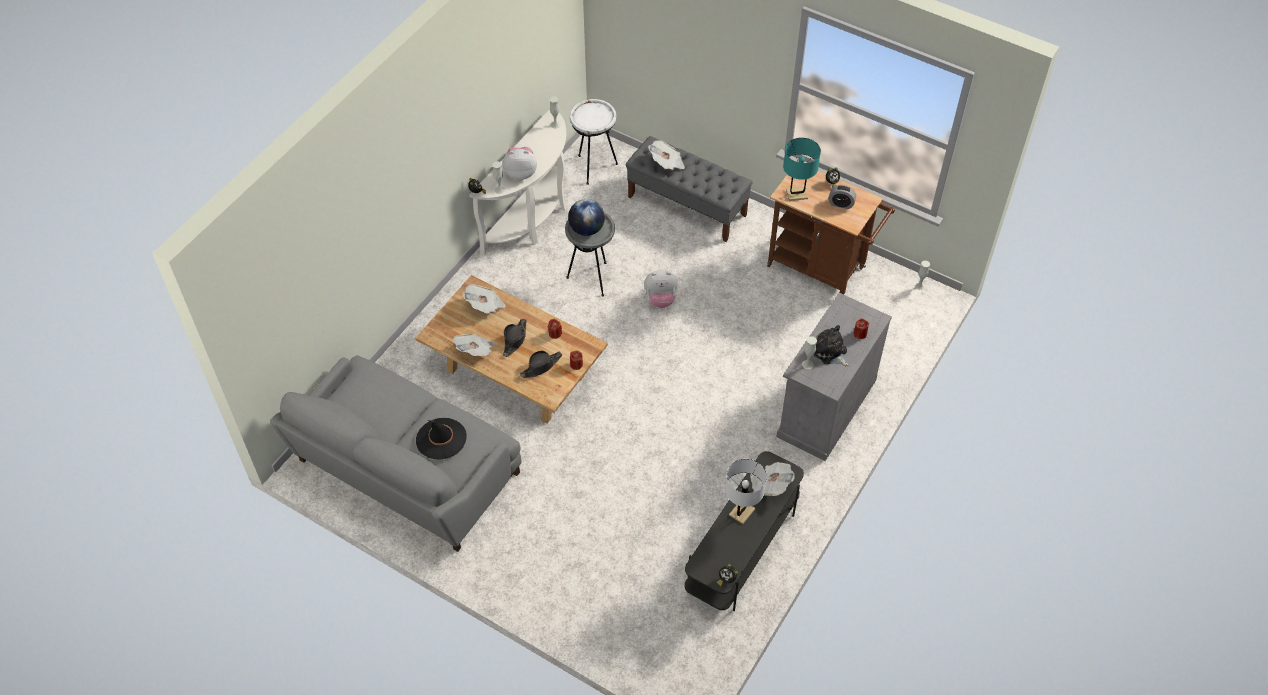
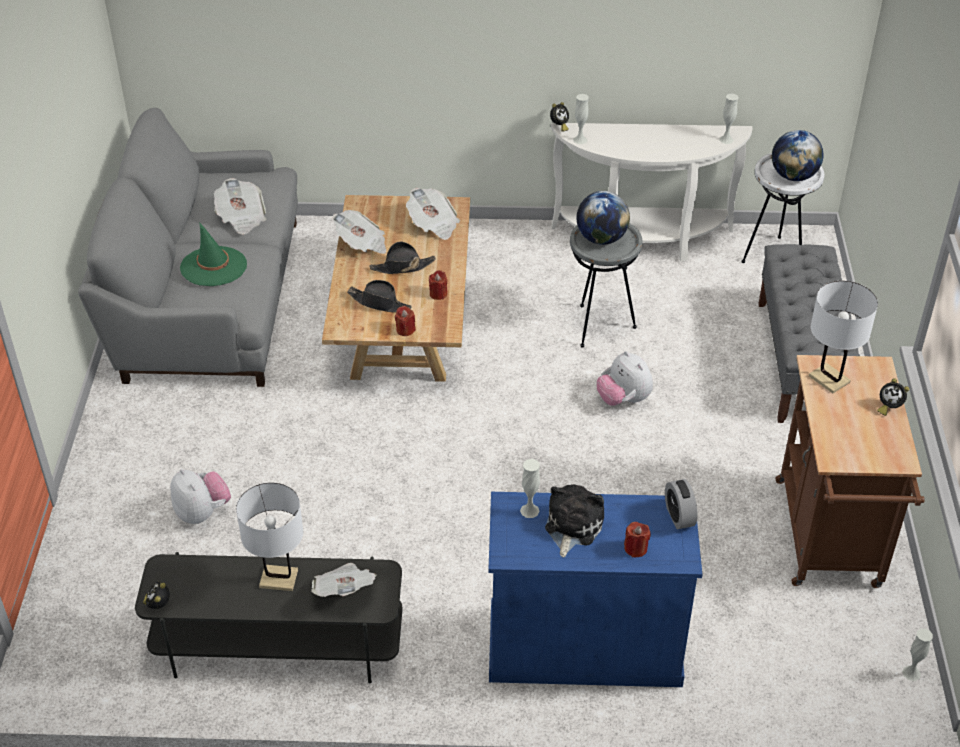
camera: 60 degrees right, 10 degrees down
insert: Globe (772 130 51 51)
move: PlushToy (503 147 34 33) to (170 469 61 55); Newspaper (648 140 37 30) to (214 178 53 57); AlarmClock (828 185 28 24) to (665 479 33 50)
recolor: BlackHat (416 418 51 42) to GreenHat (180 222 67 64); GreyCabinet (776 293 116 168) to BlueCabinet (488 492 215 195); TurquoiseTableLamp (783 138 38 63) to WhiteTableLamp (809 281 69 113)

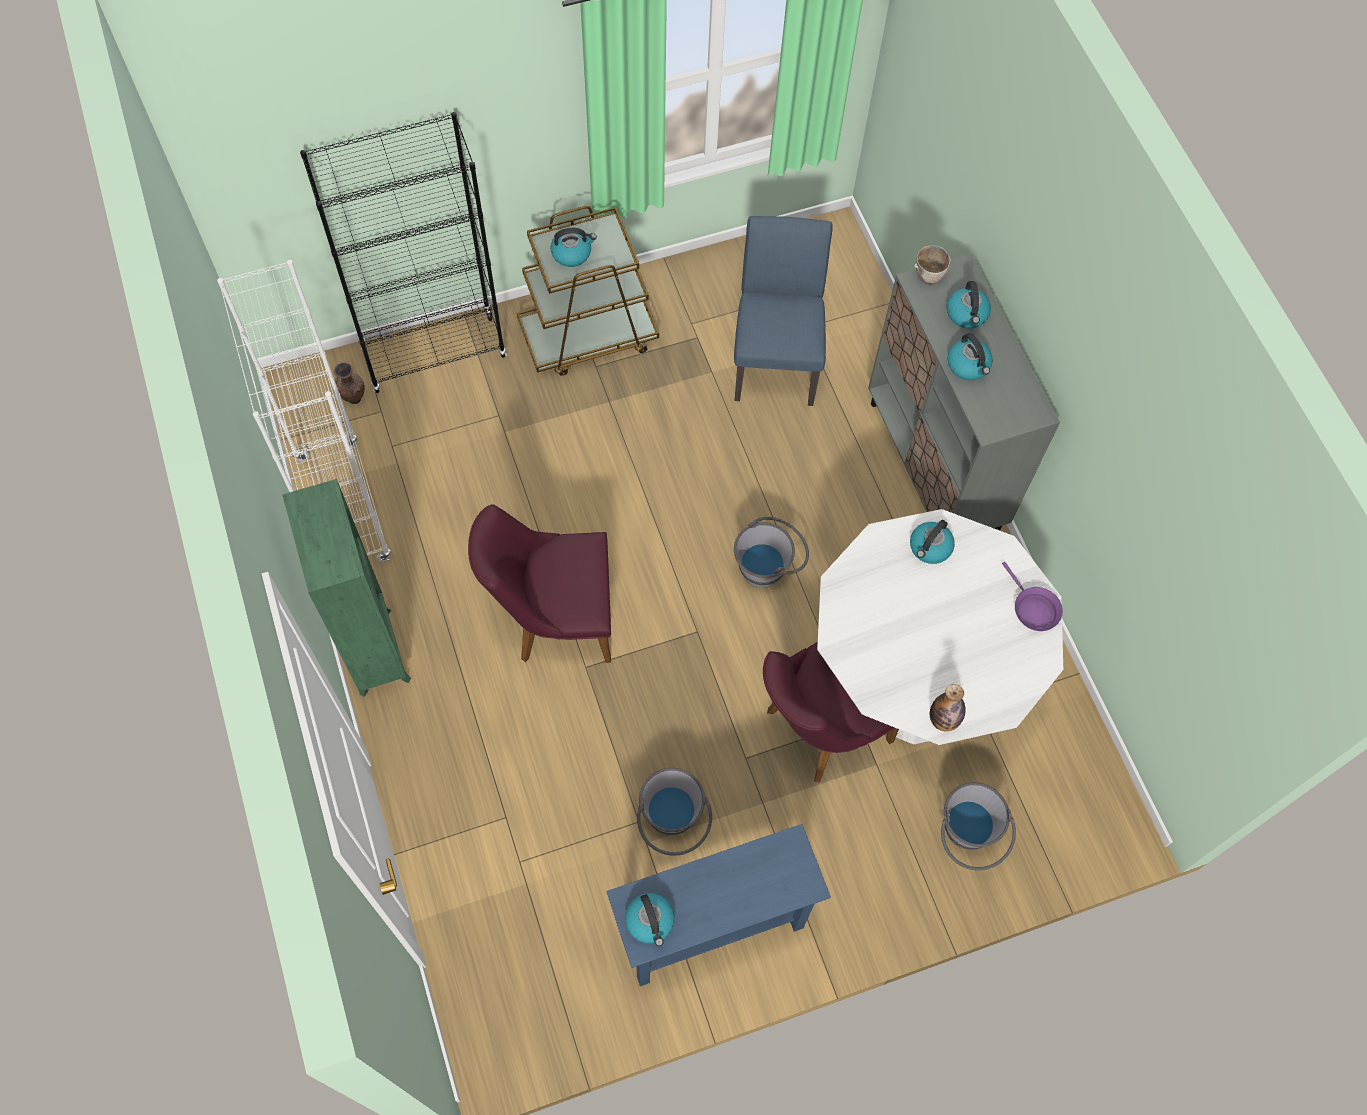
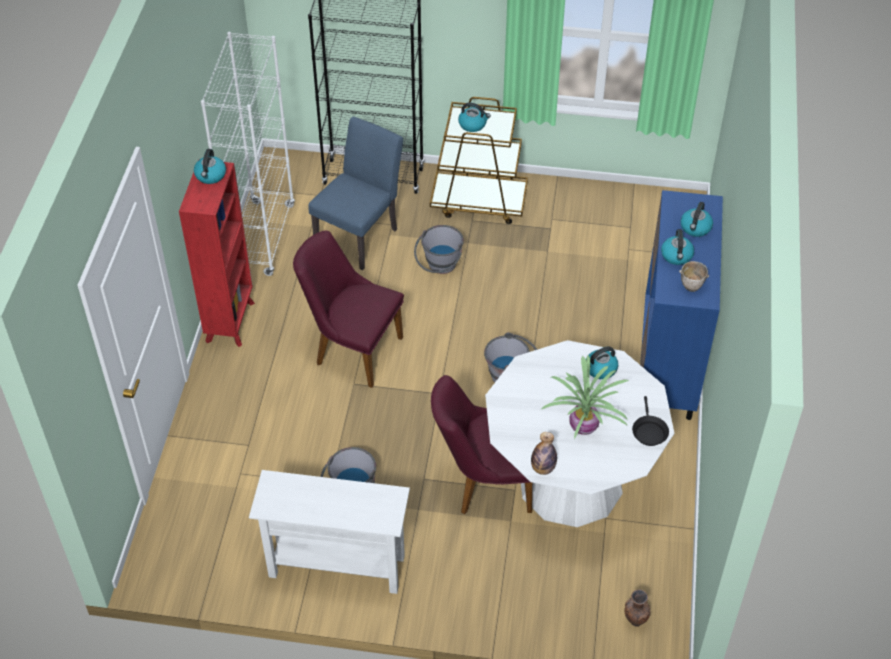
camera: 30 degrees right, 15 degrees down
insert: PottedPlant (542 355 87 84)
move: BrownVase (334 362 31 42) to (625 589 25 38); Kettle (625 893 50 53) to (194 149 32 35); BlueChair (734 216 99 190) to (308 117 95 153); Bowl (914 245 38 40) to (679 261 30 31); GreyBucket (941 782 75 88) to (414 225 50 49)
recolor: GreenBookcase (282 479 129 218) to RedBookcase (179 159 76 188); BlueConsoleTable (606 824 225 162) to WhiteConsoleTable (249 470 161 124); GreyCabinet (868 253 192 278) to BlueCabinet (640 190 83 230); PurpleFryingPan (1002 562 61 69) to BlackFryingPan (632 396 37 50)

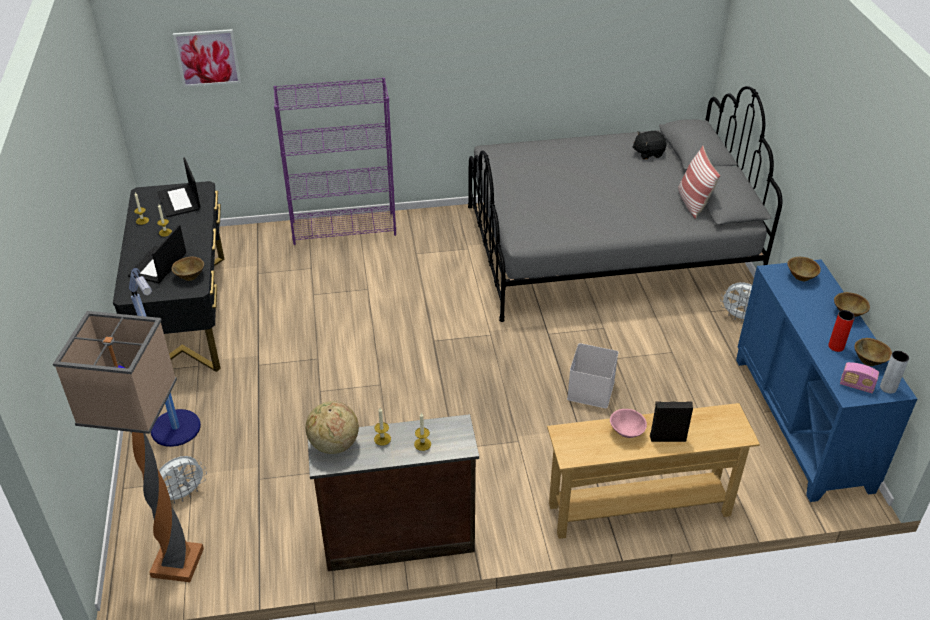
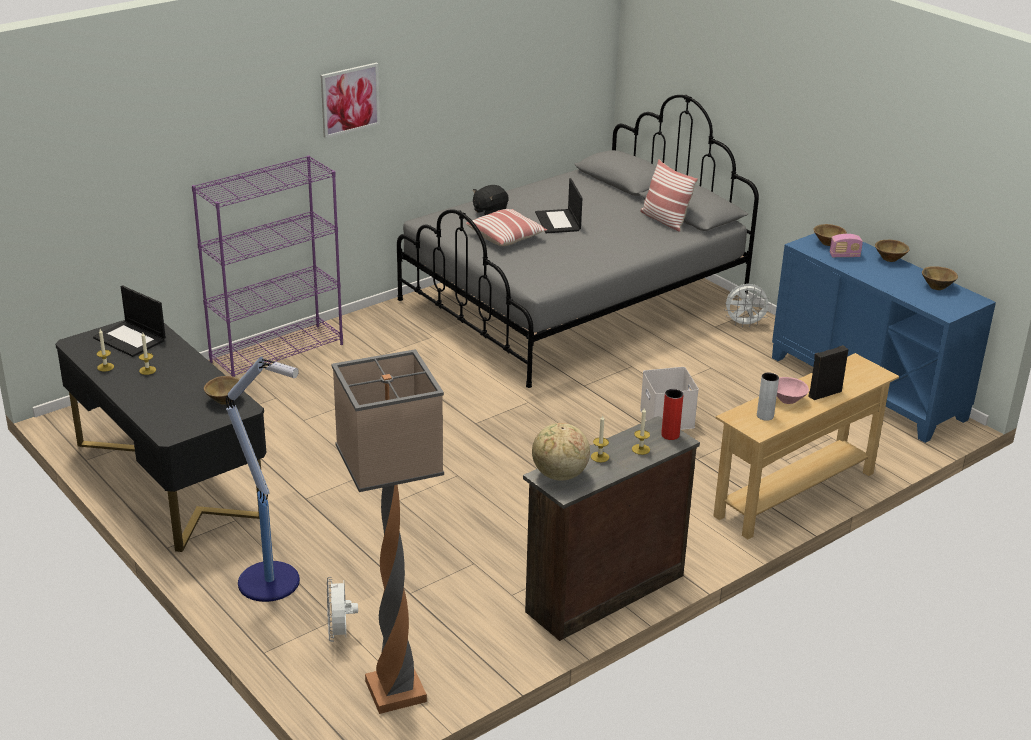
camera: 30 degrees left, 10 degrees down
insert: Pillow (466 209 81 37)
move: Laptop (128 225 58 58) to (535 178 48 55); Picture (173 29 68 58) to (321 63 59 75); BlackPlushToy (633 131 34 28) to (473 185 36 30); RedVase (828 310 27 42) to (661 389 23 51); Radio (840 362 39 31) to (830 234 33 23); GreyVase (880 351 29 42) to (757 372 22 49)
rotate: WhiteFan (159 456 48 48) = (327 577 31 65) 150 degrees clockwise

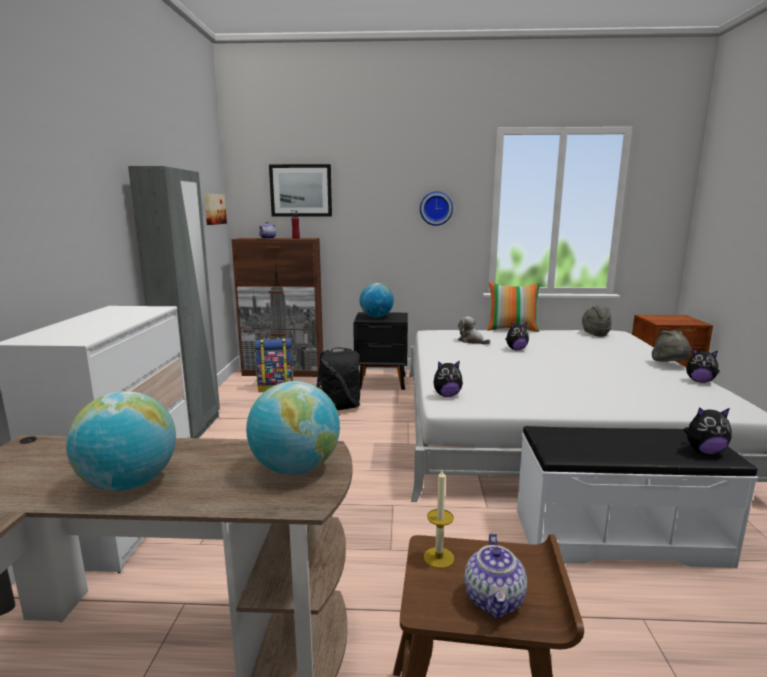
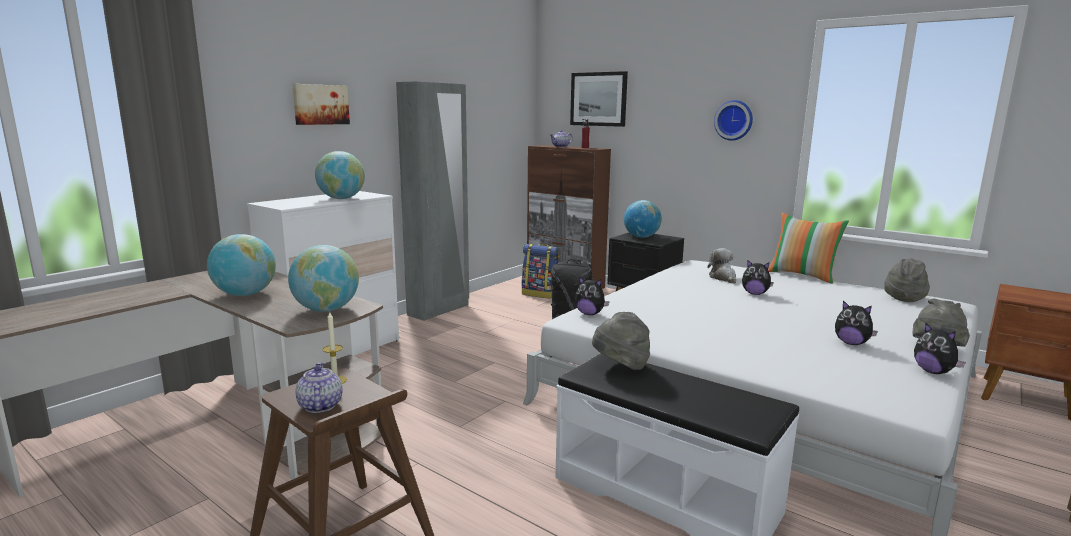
camera: 35 degrees right, 0 degrees up
insert: Globe (315 151 50 48); GreyHat (592 312 58 58)
move: Picture (204 194 23 31) to (292 84 58 41); PlushToy (683 407 48 48) to (835 301 43 44)
rotate: Teapot (464 533 63 86) = (295 363 48 50) 120 degrees clockwise

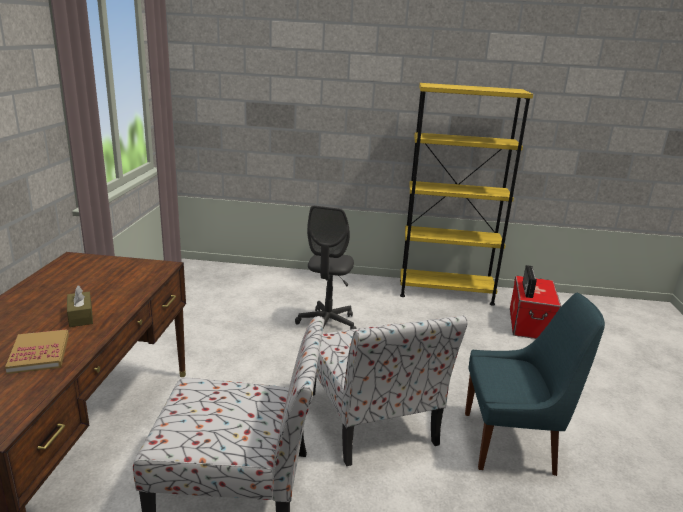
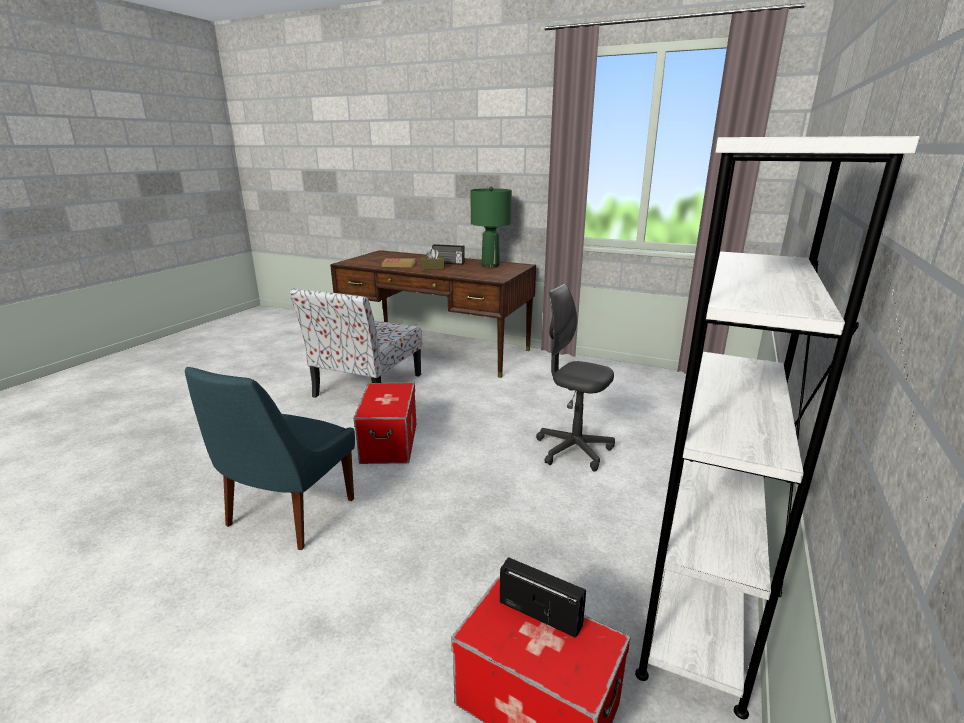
camera: 110 degrees right, 0 degrees up
insert: Radio (432 244 33 21); GreenTableLamp (470 187 42 80)
replace: Chair (313 316 155 150) to StorageBox (354 383 62 81)
recolor: YellowBookcase (400 83 133 223) to WhiteBookcase (635 136 284 583)

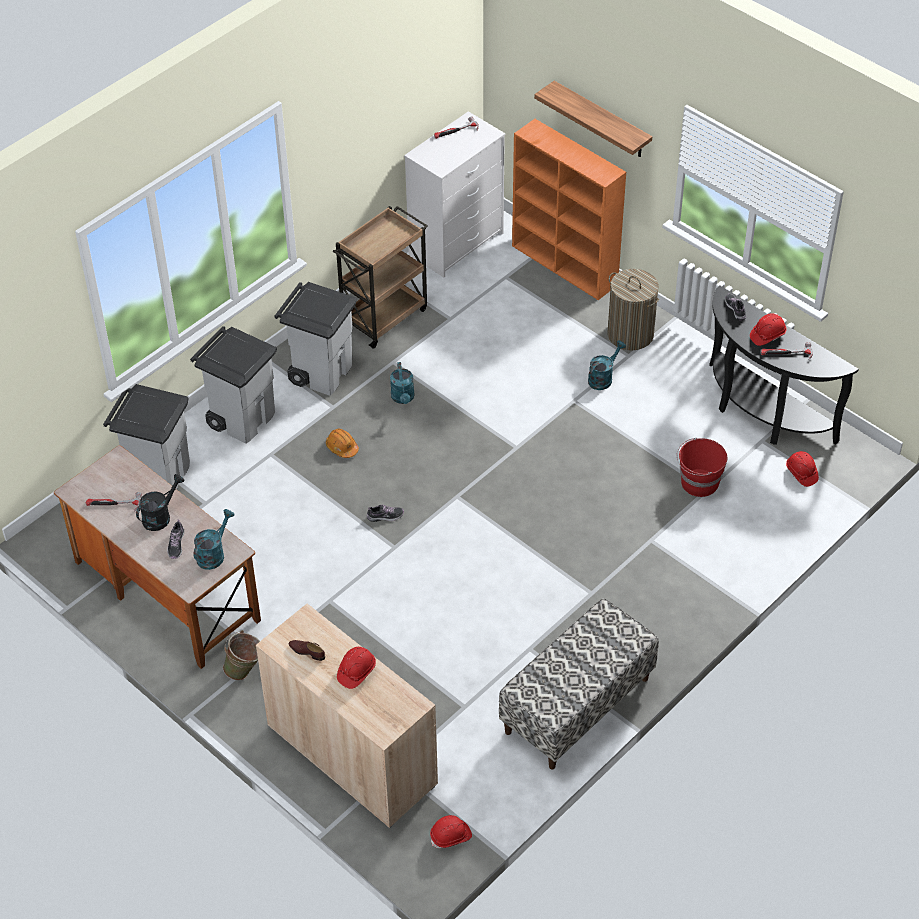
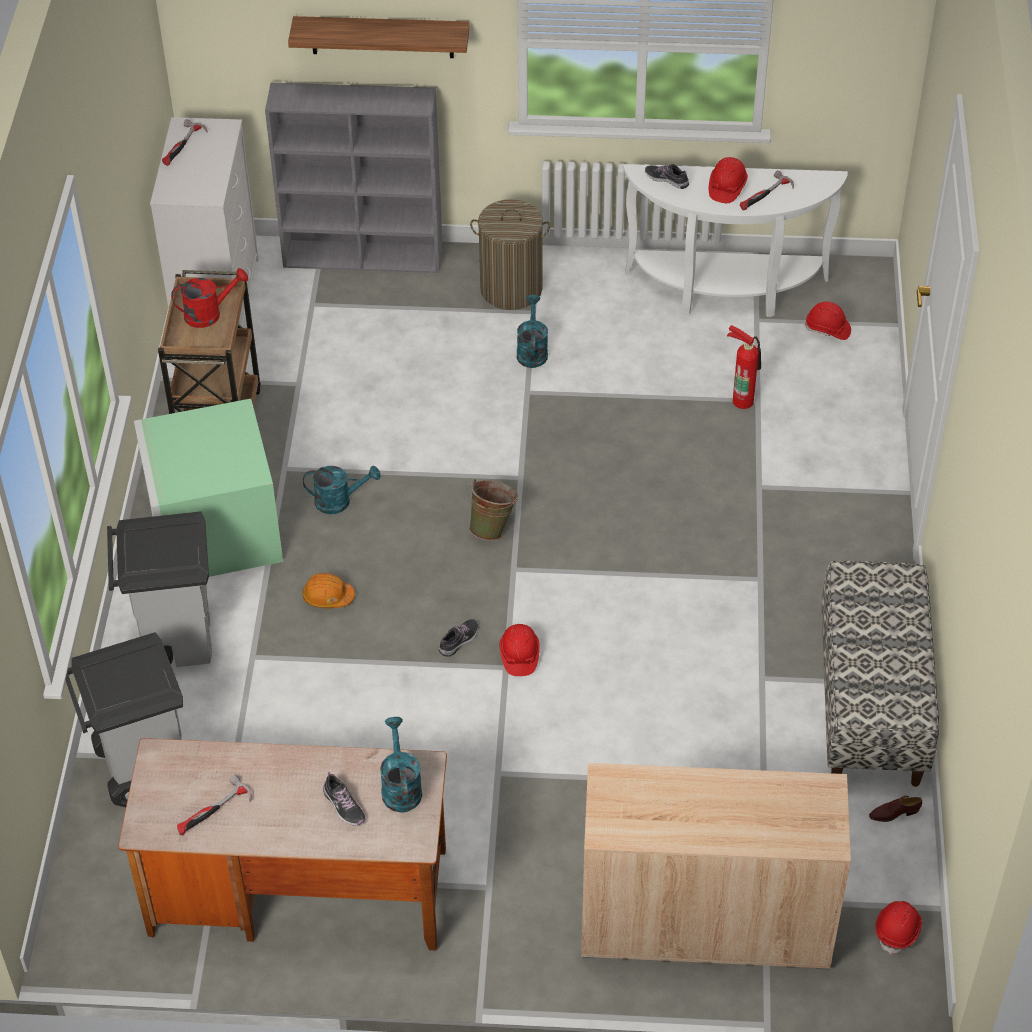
camera: 40 degrees left, 0 degrees up
delete: BlackWateringCan (136 474 48 57)
insert: RedWateringCan (171 268 77 60)
move: GreenBucket (223 630 37 50) to (468 479 50 62); BrownShoe (289 640 36 21) to (869 796 53 26); RedHardHat (337 647 39 42) to (500 624 40 52)
replace: GreyTrashCan (275 282 82 114) to GreenStorageBox (134 399 149 178); RedBucket (677 438 50 59) to FireExtinguisher (727 325 34 84)
recolor: OrangeBookcase (512 119 114 181) to GreyBookcase (265 83 178 190); BlackConsoleTable (709 285 150 160) to WhiteConsoleTable (624 164 224 153)
rotate: TurquoiseWateringCan (390 362 25 42) = (303 466 78 48) 45 degrees counterclockwise

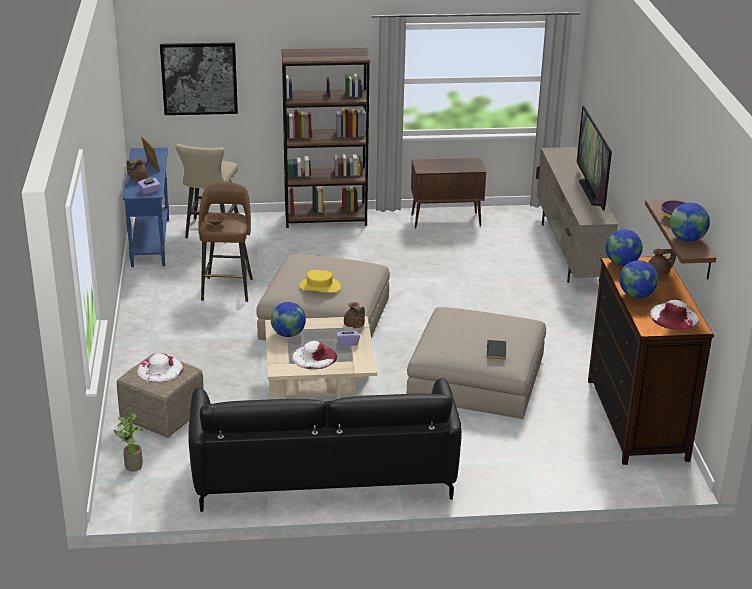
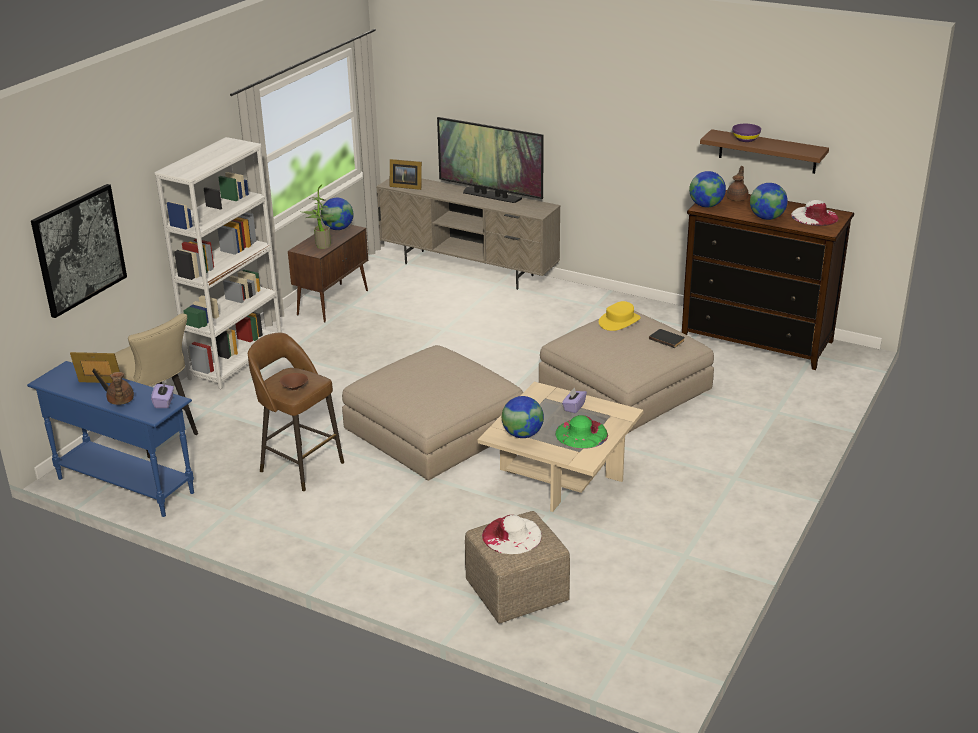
camera: 55 degrees left, 0 degrees up
delete: BlackSofa (188 378 274 134); BrownTeapot (344 302 21 26)
insert: PictureFrame (390 159 32 31)
move: PottedPlant (114 407 29 65) to (303 184 31 65); YellowHat (299 270 42 23) to (599 301 42 30); Globe (670 203 40 39) to (321 198 32 32)
recolor: BrownBookcase (281 48 89 180) to WhiteBookcase (154 137 128 252); WhiteHat (292 341 45 28) to GreenHat (556 415 52 34)

